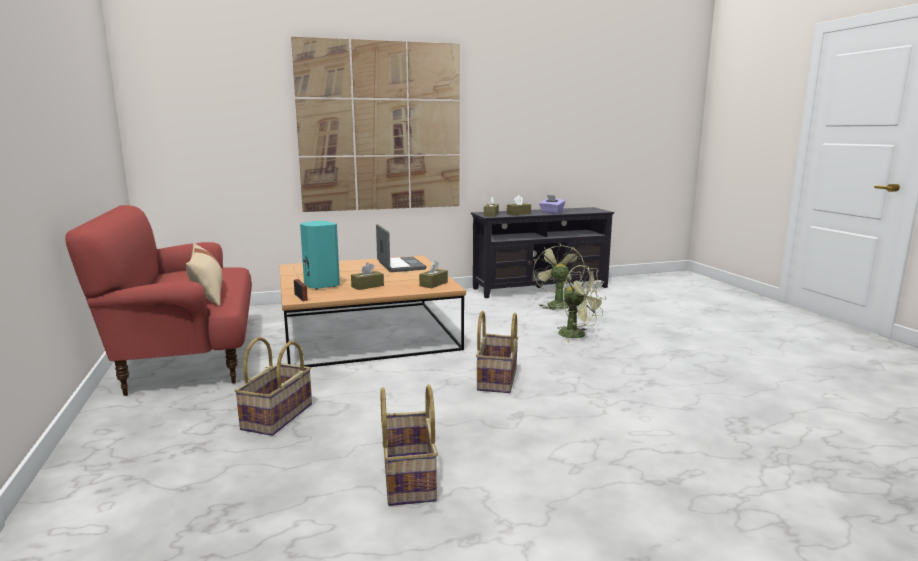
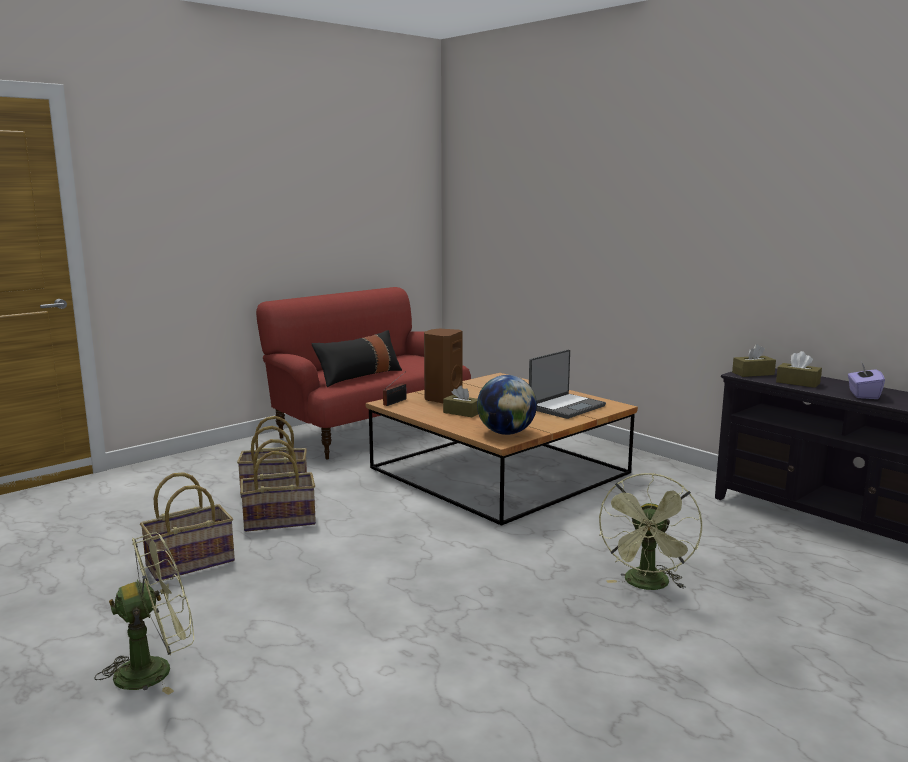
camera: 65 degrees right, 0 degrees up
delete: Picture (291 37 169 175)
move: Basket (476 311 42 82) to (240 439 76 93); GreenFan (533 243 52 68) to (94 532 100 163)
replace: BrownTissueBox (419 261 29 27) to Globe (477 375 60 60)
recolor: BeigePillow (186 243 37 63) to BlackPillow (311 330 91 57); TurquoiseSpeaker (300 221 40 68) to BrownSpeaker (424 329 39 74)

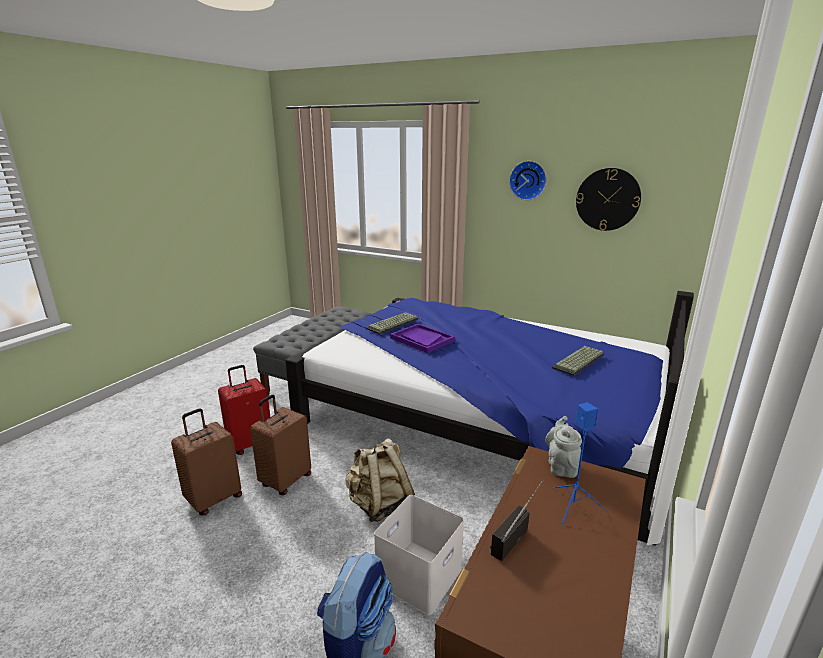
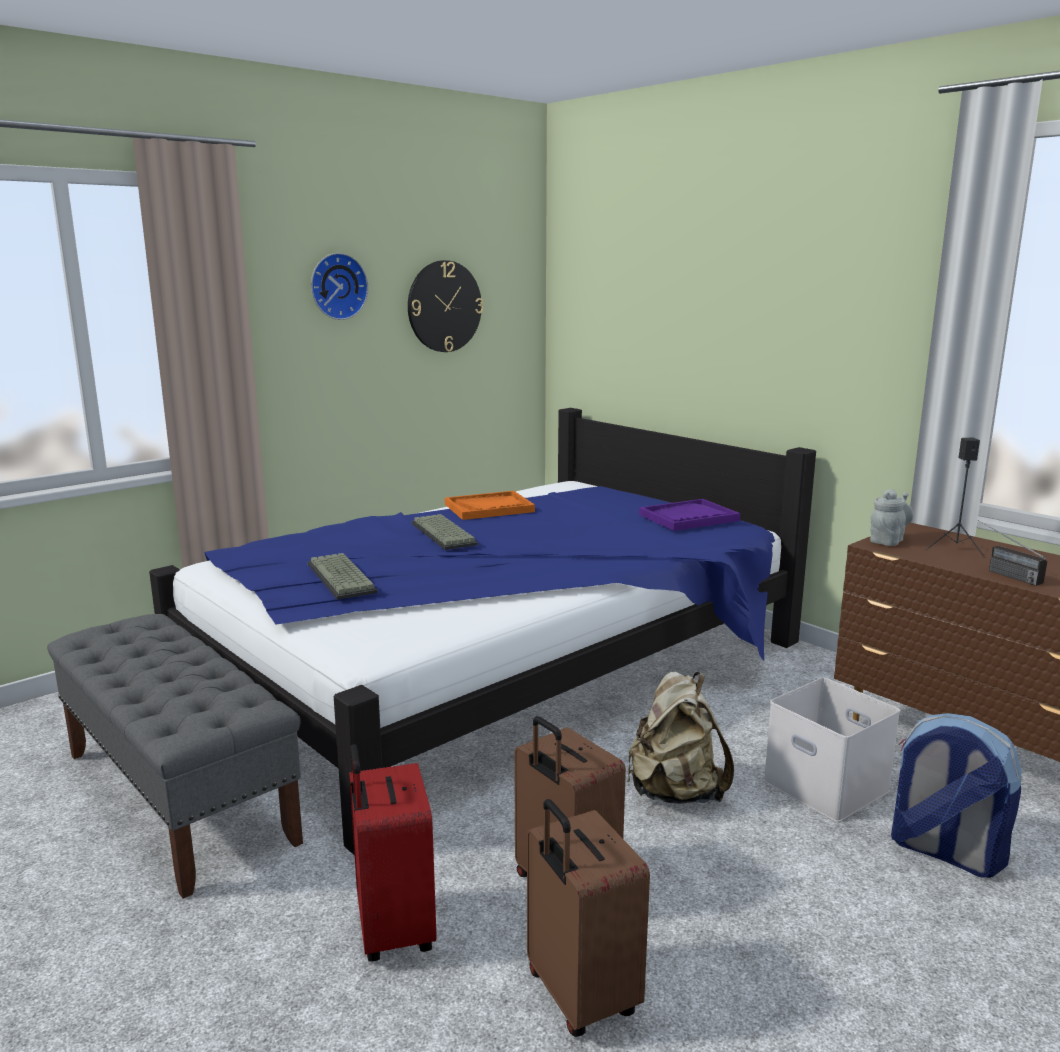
camera: 70 degrees left, 5 degrees down
insert: OrangeTray (445 491 90 29)
move: PurpleTray (390 324 65 29) to (639 499 101 32); Keyboard (552 346 52 30) to (411 514 67 36)
recolor: BlueSpeaker (553 402 53 124) to BlackSpeaker (926 437 59 121)
rotate: GreyTeapot (545 416 37 62) = (870 489 43 57) 105 degrees clockwise

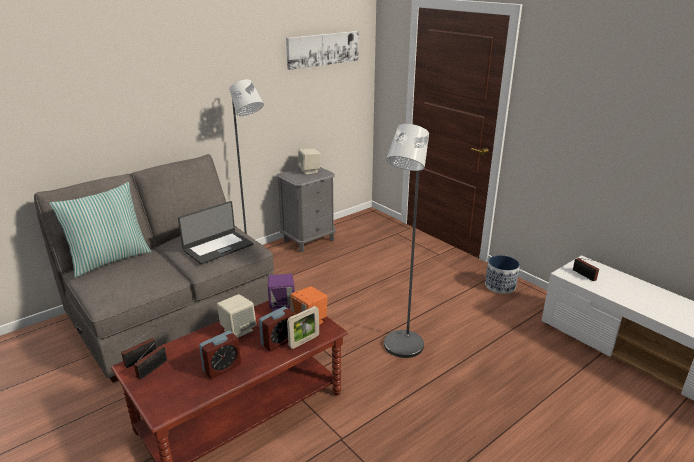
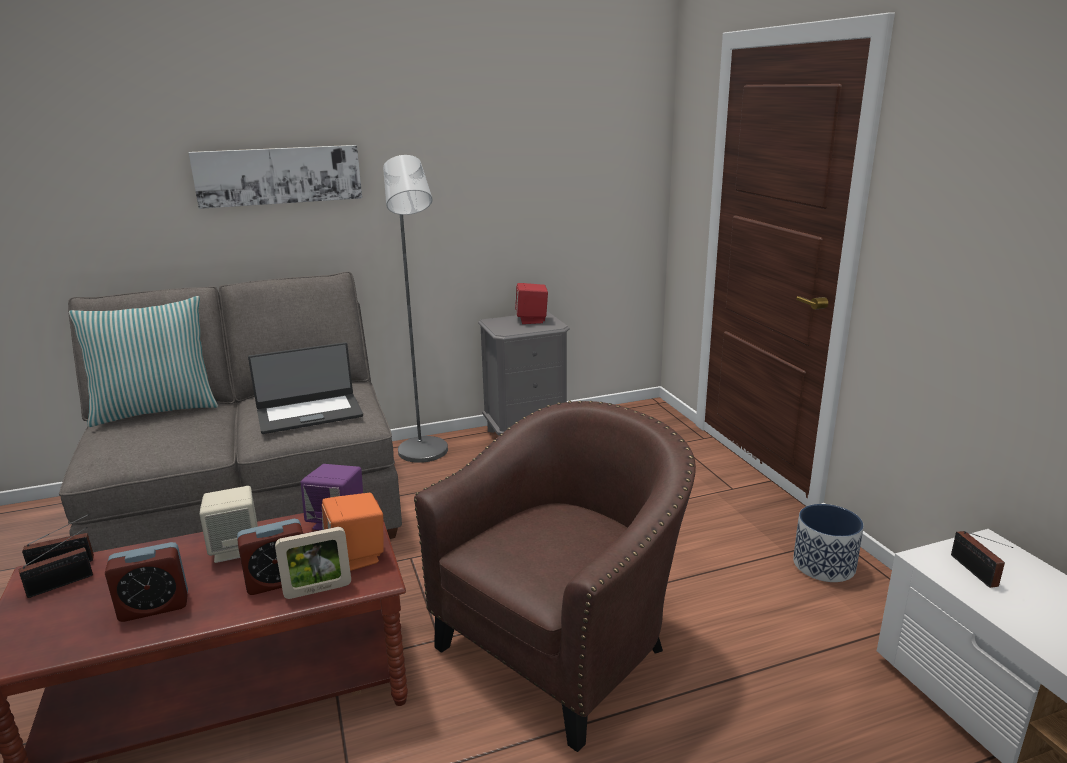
camera: 20 degrees right, 5 degrees down
move: Picture (286 31 73 39) to (189 145 173 64)
replace: GreyFloorLamp (384 124 45 234) to BrownArmchair (414 401 282 351)
recolor: BeigeSpeaker (298 149 23 26) to RedSpeaker (515 283 33 41)

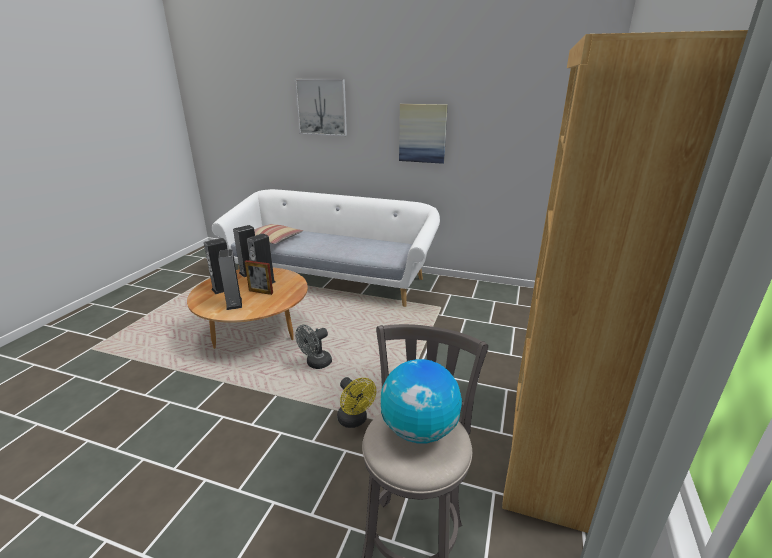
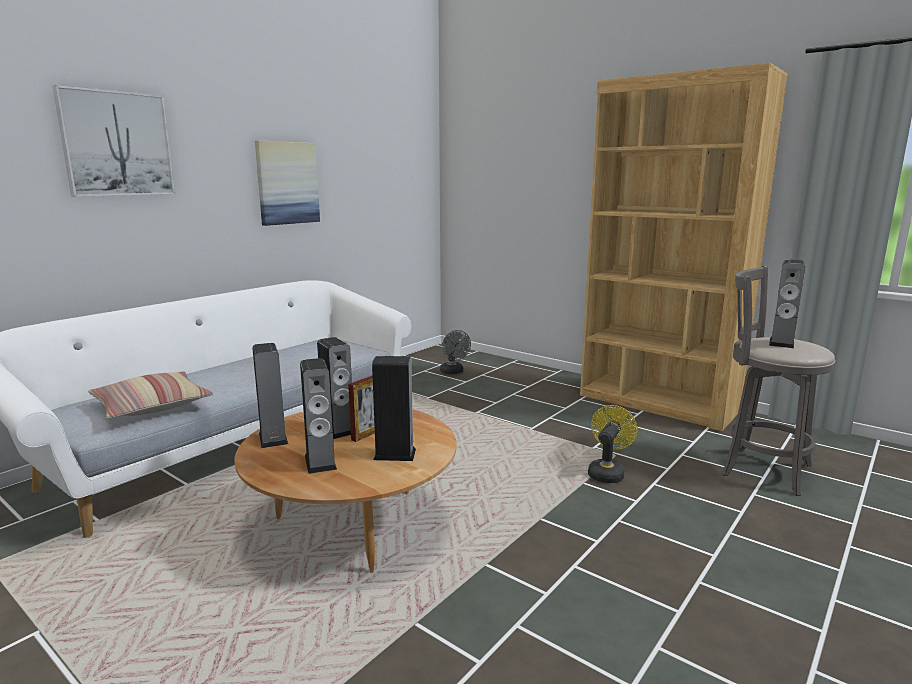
camera: 70 degrees left, 10 degrees down
move: GreyFan (295 325 37 44) to (440 330 31 44)
replace: Globe (381 359 81 84) to Speaker (769 259 36 89)
rotate: YellowFan (337 377 39 51) = (588 405 49 78) 45 degrees counterclockwise

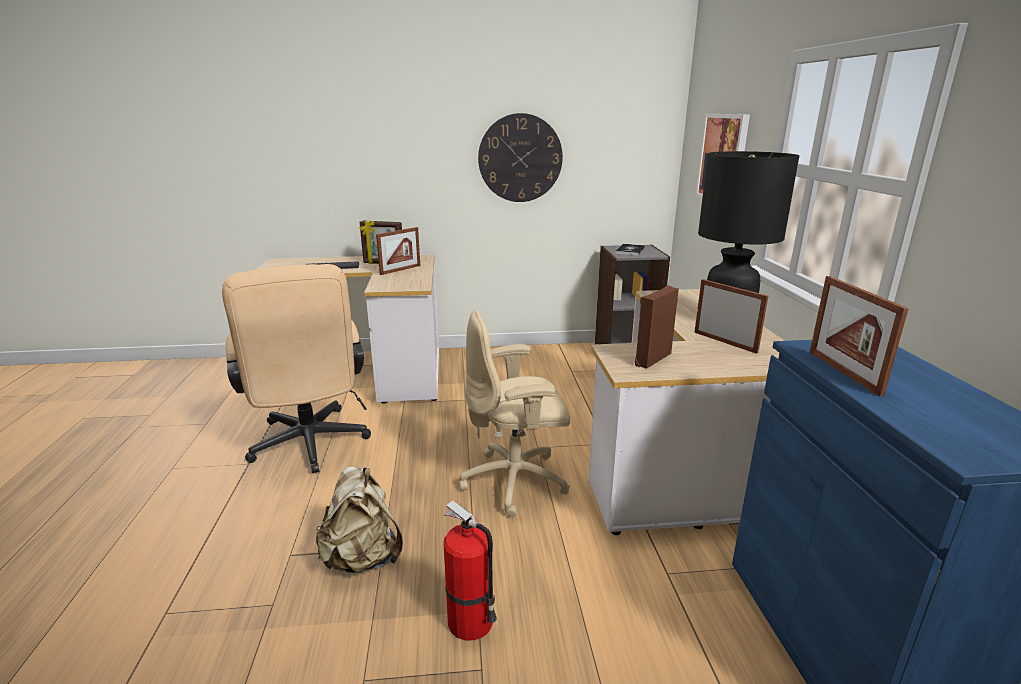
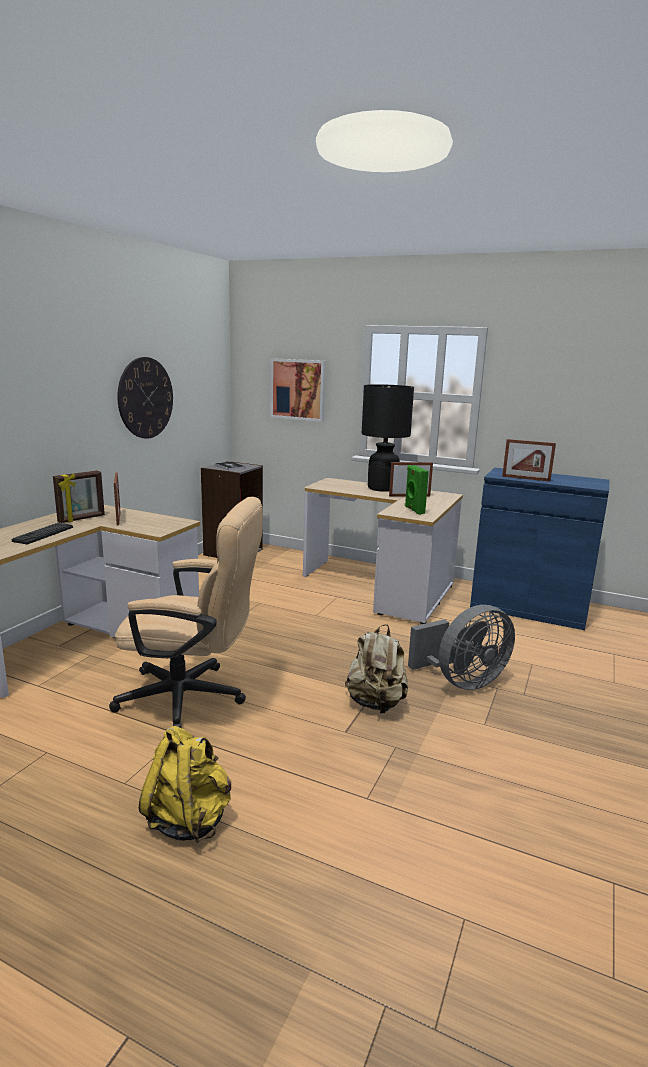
camera: 60 degrees left, 5 degrees down
delete: BeigeOfficeChair (459 310 111 207)
insert: YellowBackpack (139 726 92 117)
replace: FireExtinguisher (444 500 53 141) to GreyFan (408 605 107 85)
recolor: BrownSpeaker (635 286 44 83) to GreenSpeaker (405 465 24 50)

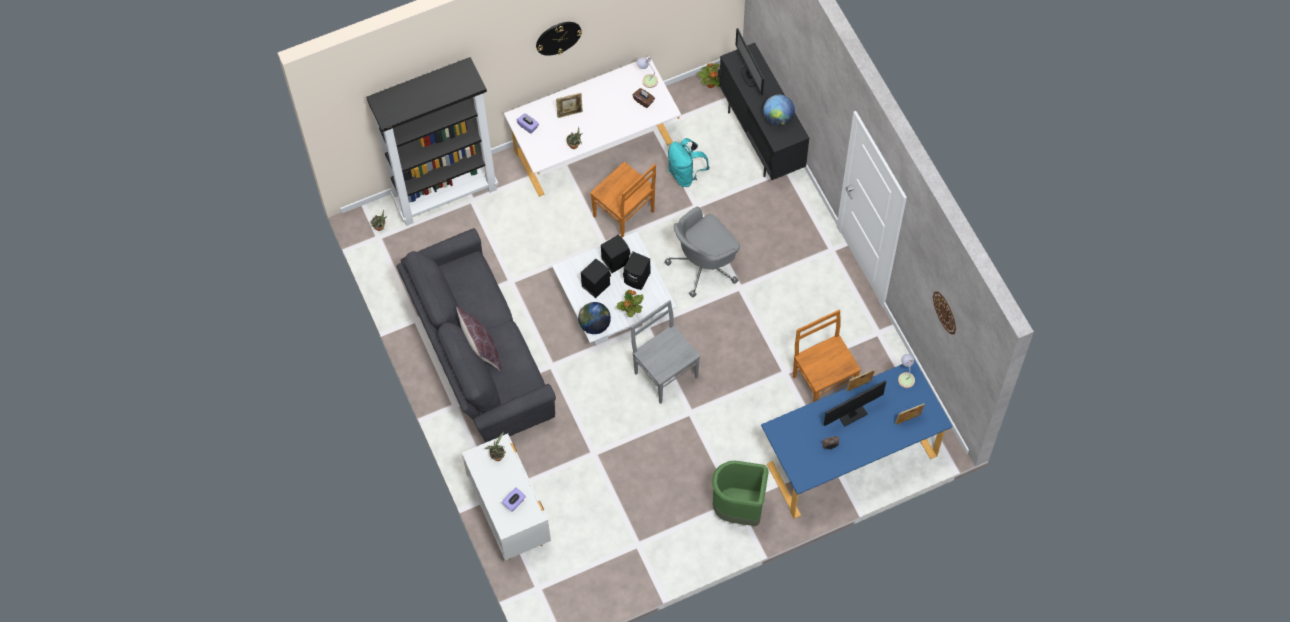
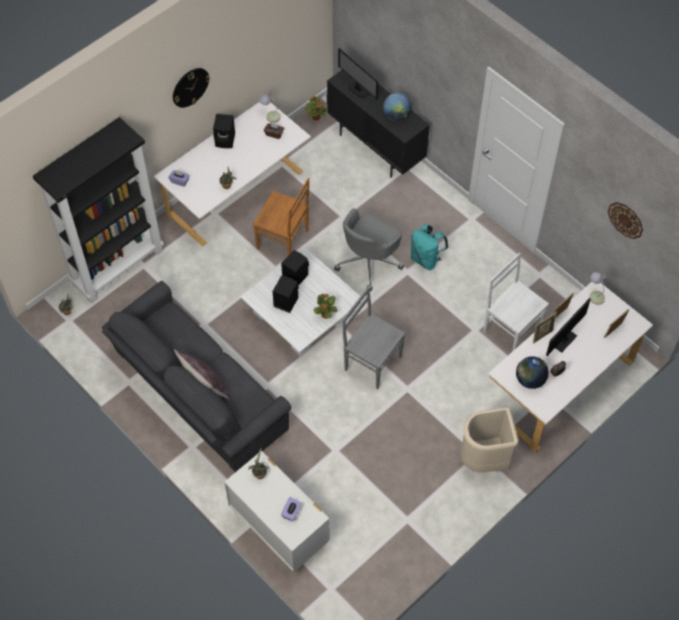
camera: 20 degrees left, 5 degrees down
move: PictureFrame (556 93 27 25) to (533 312 23 32); Globe (578 302 33 32) to (516 356 33 33); BlackSpeaker (623 252 27 38) to (213 114 22 34); TurquoiseBackpack (668 138 42 49) to (411 224 38 46)
recolor: GreenTrashCan (712 461 57 65) to BeigeTrashCan (460 407 59 66); BlueDesk (761 359 191 160) to WhiteDesk (488 282 165 171); BrownChair (793 309 68 93) to WhiteChair (483 253 66 99)

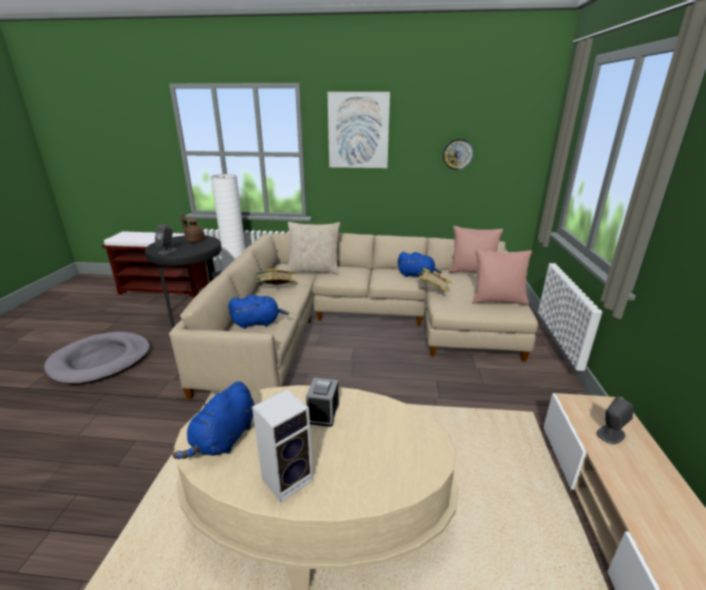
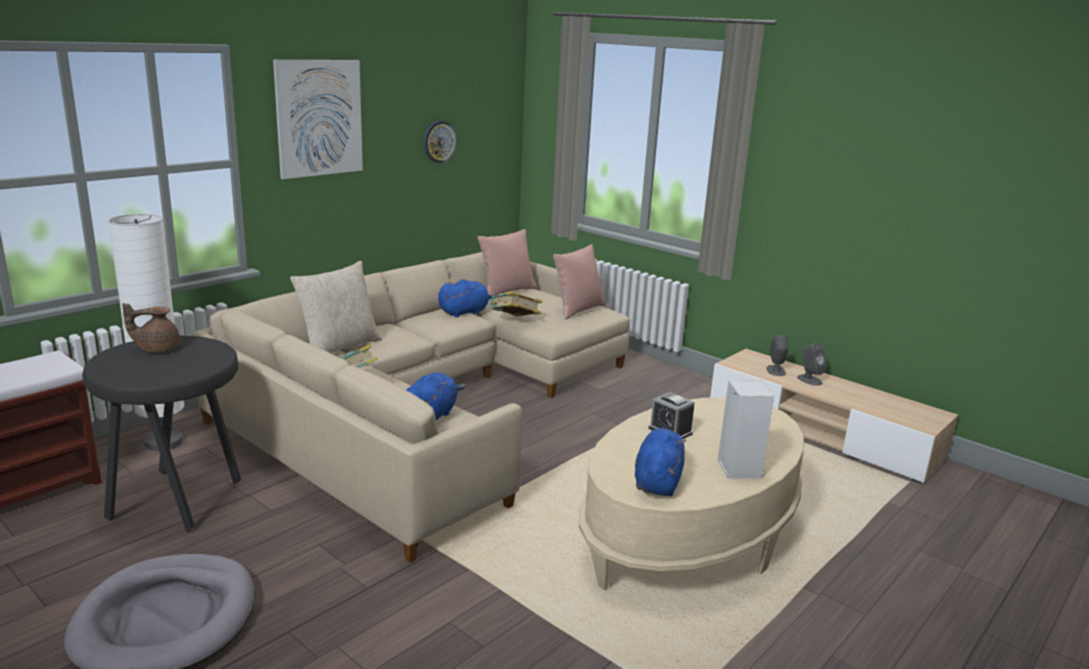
camera: 55 degrees left, 5 degrees down
move: GreySpeaker (155 224 22 30) to (797 343 29 43)
rotate: BluePlushToy (172 381 82 78) = (635 428 51 68) 135 degrees counterclockwise

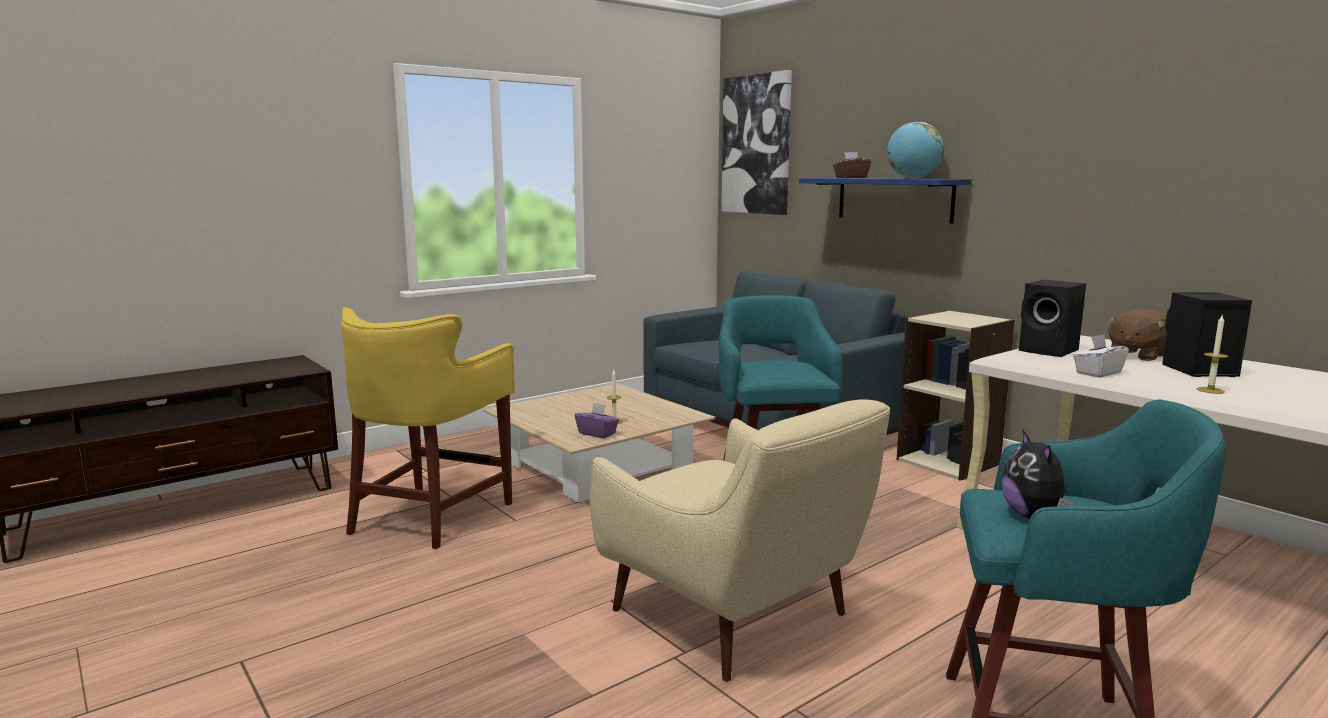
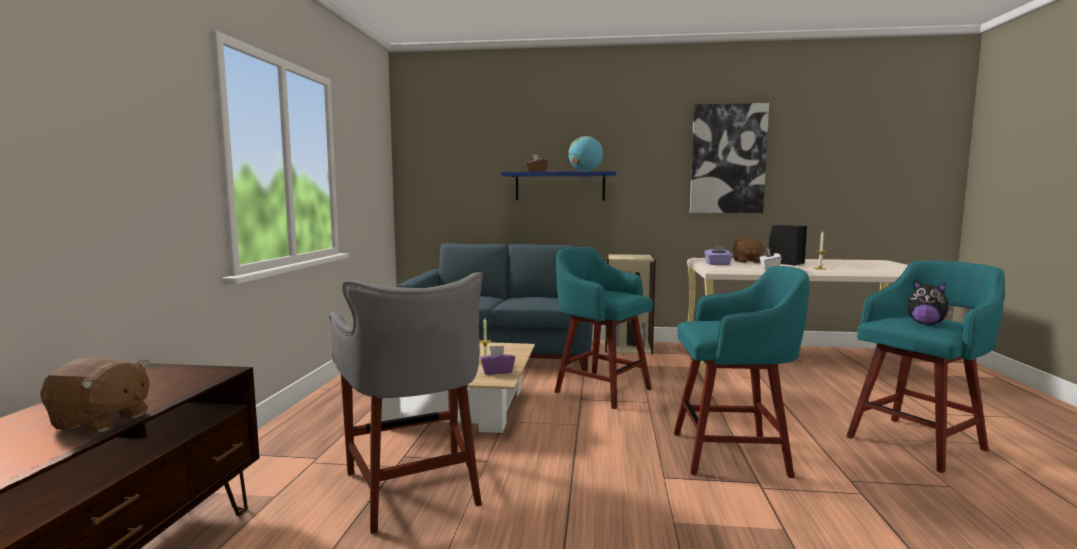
camera: 45 degrees left, 5 degrees down
insert: BrownPlushToy (40 358 110 74)
move: Picture (721 70 71 145) to (690 103 79 110)
replace: BeigeArmchair (590 399 300 283) to TurquoiseStool (674 266 136 212); BlackSpeaker (1019 280 67 77) to PurpleTissueBox (704 245 29 20)
recolor: YellowStool (341 307 174 242) to GreyStool (329 272 154 262)

